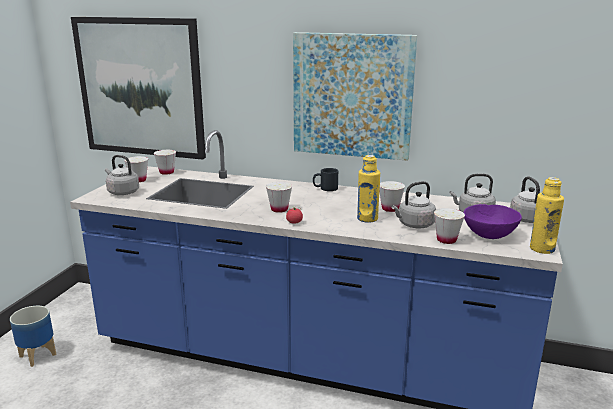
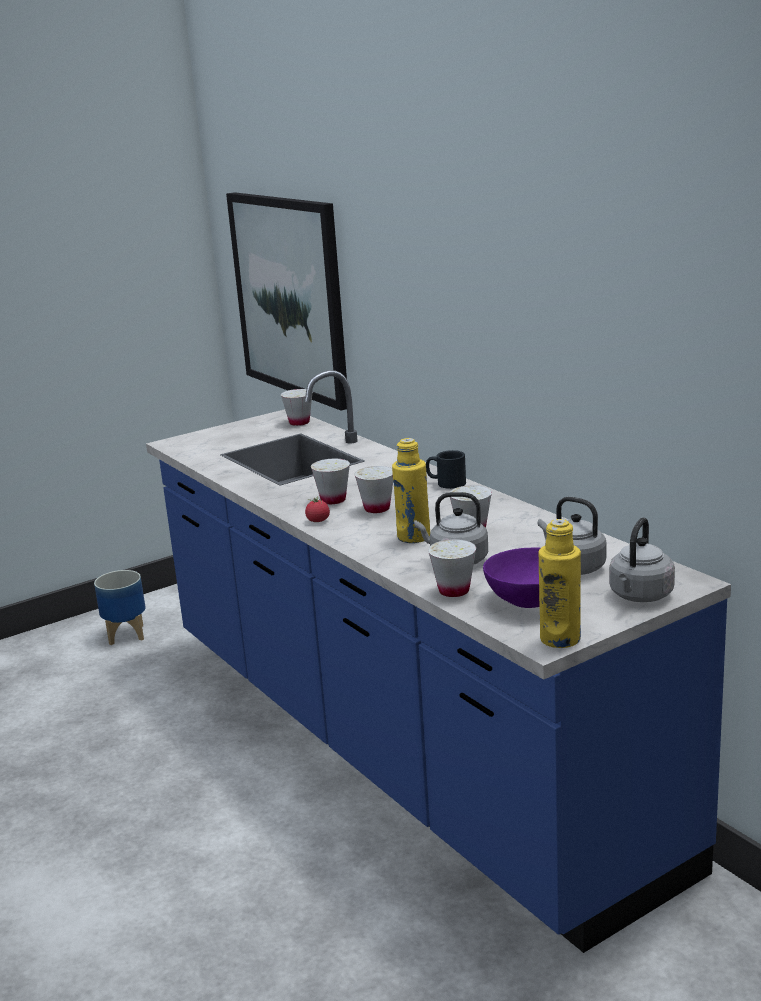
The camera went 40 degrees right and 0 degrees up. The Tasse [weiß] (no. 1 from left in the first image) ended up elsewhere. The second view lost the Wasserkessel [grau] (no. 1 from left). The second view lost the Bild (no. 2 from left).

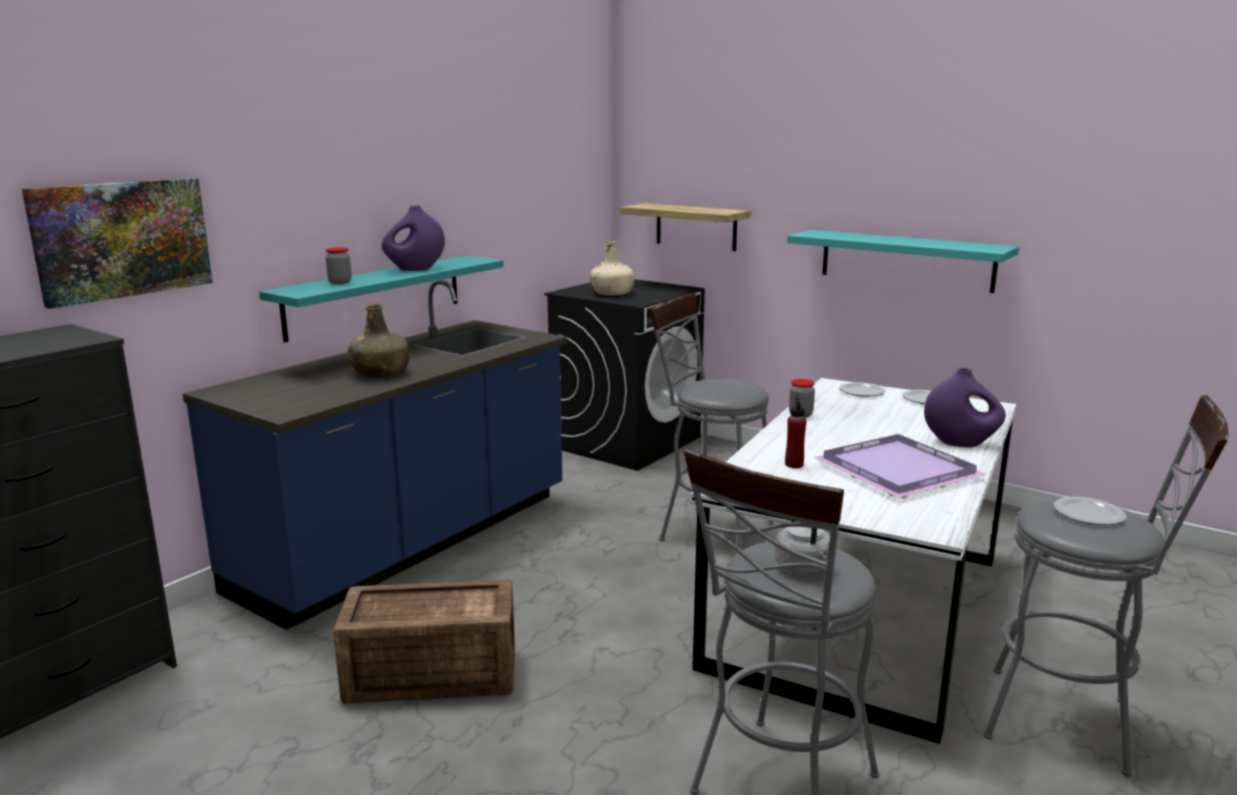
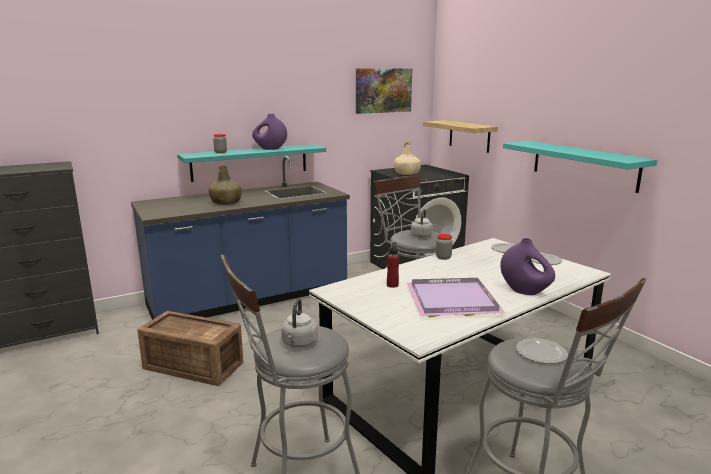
The camera went 25 degrees right and 0 degrees up. The Bild ended up elsewhere. The second view gained the Wasserkessel [grau] (no. 2 from left).

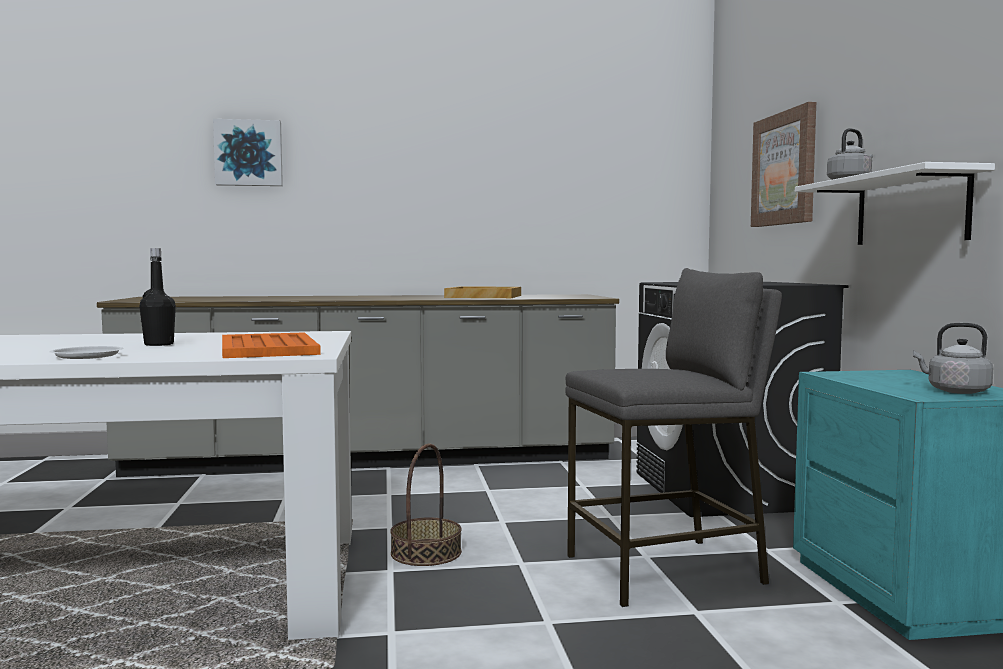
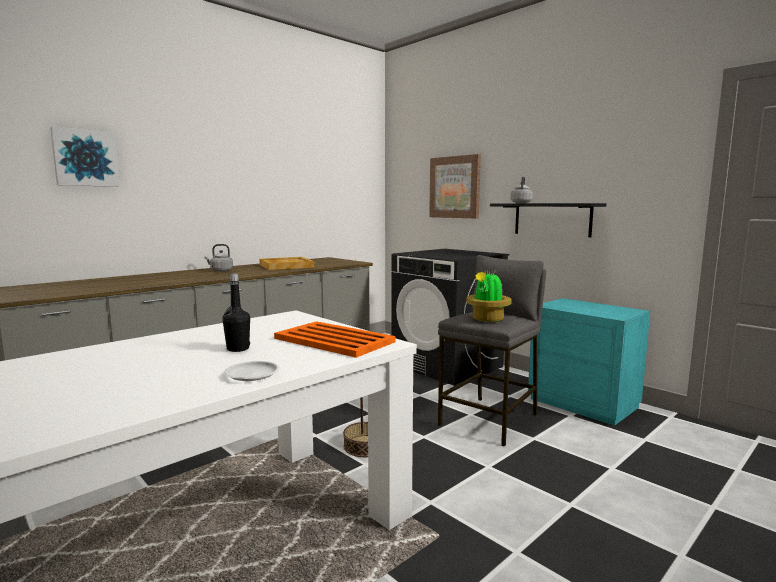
The camera went 35 degrees left and 5 degrees up. The Wasserkessel [grau] (no. 2 from left in the first image) ended up elsewhere. The second view gained the Topfpflanze. What was the Wandregal [weiß] turned into the Wandregal [schwarz].

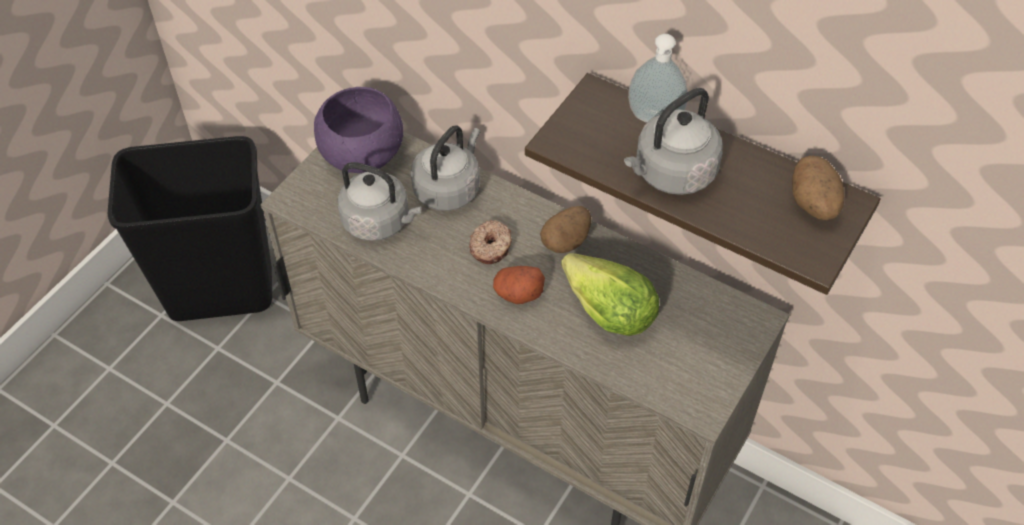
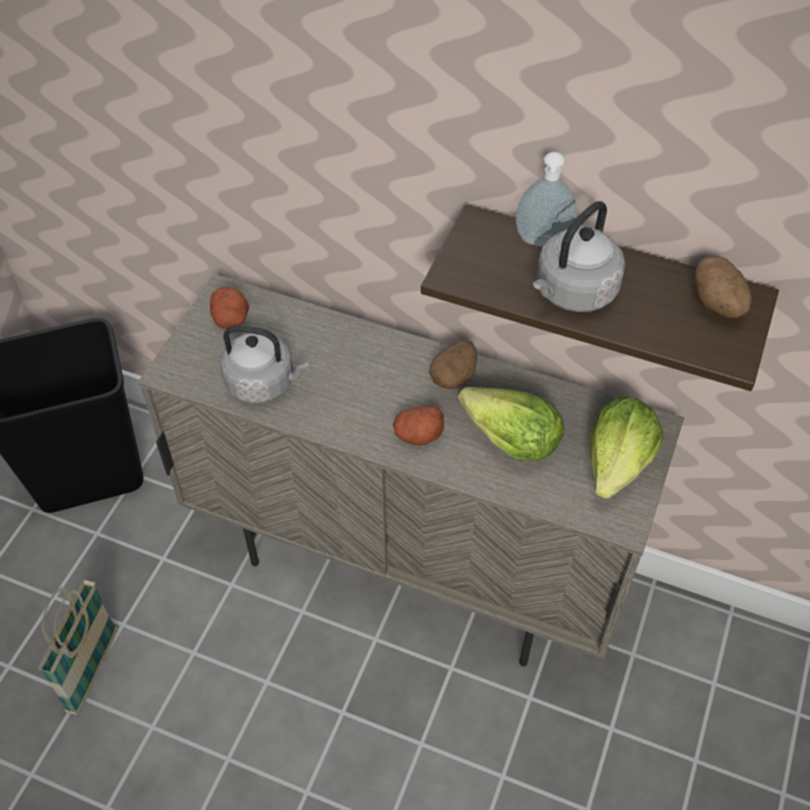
The camera went 10 degrees left and 0 degrees up. The second view gained the Korb. Where the Schüssel [lila] stood, the Kartoffel (no. 1 from left) came to stand. The second view gained the Salatkopf (no. 2 from left). The second view lost the Wasserkessel [grau] (no. 2 from left). The second view lost the Donut.

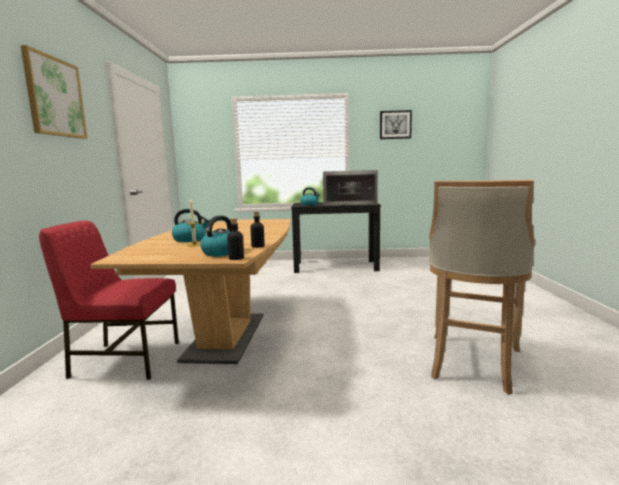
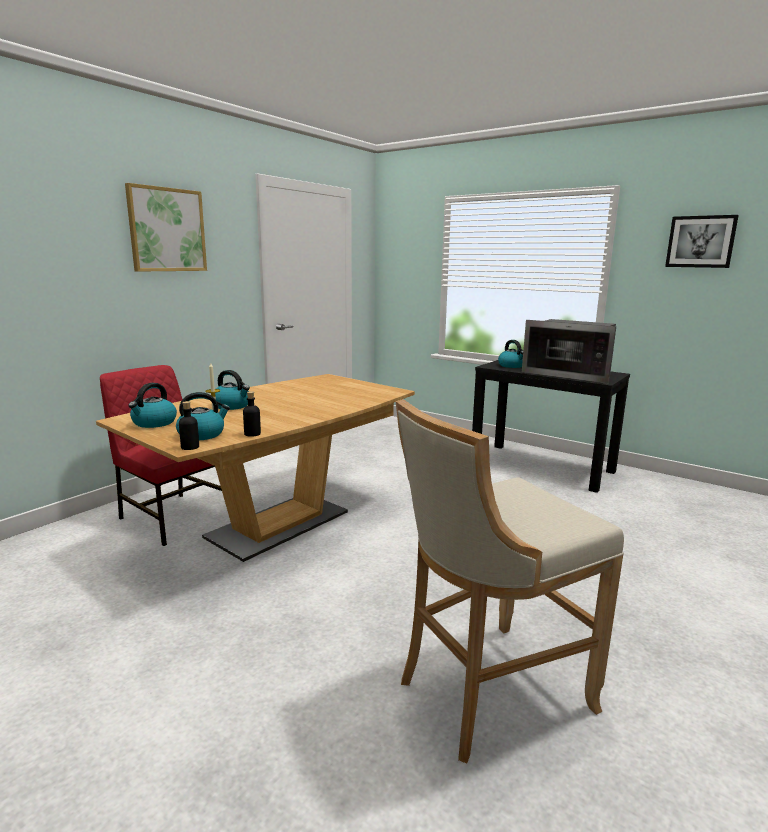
The camera went 35 degrees right and 5 degrees up. The second view gained the Wasserkessel (no. 1 from left).

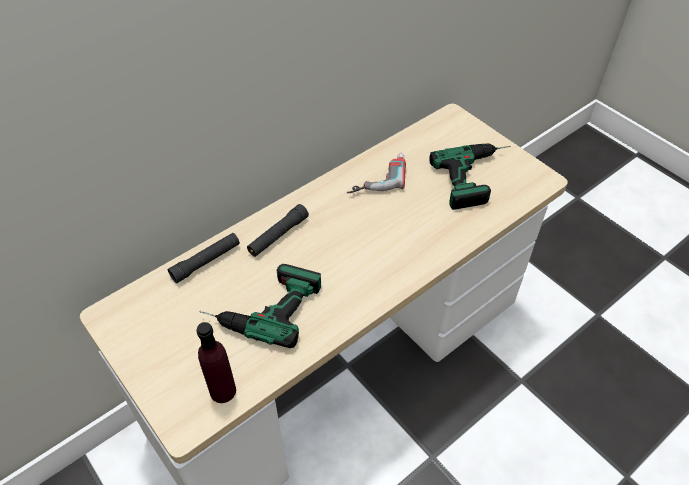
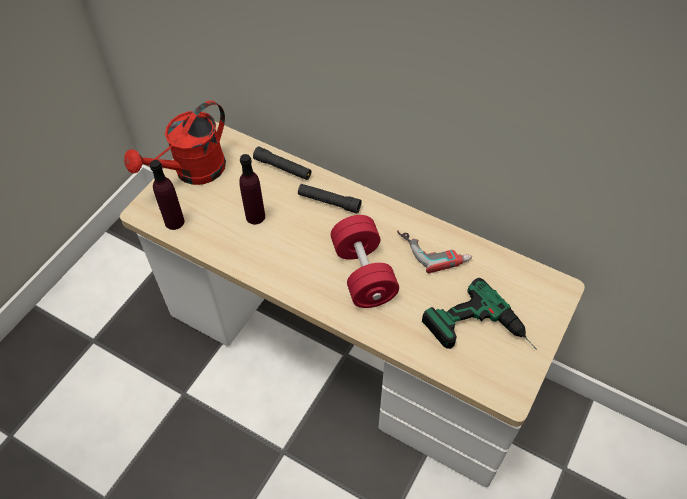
The camera went 70 degrees right and 5 degrees up. The second view gained the Gießkanne [rot]. Where the Bohrmaschine (no. 1 from left) stood, the Flasche [lila] (no. 2 from left) came to stand. The second view gained the Hantel [rot].

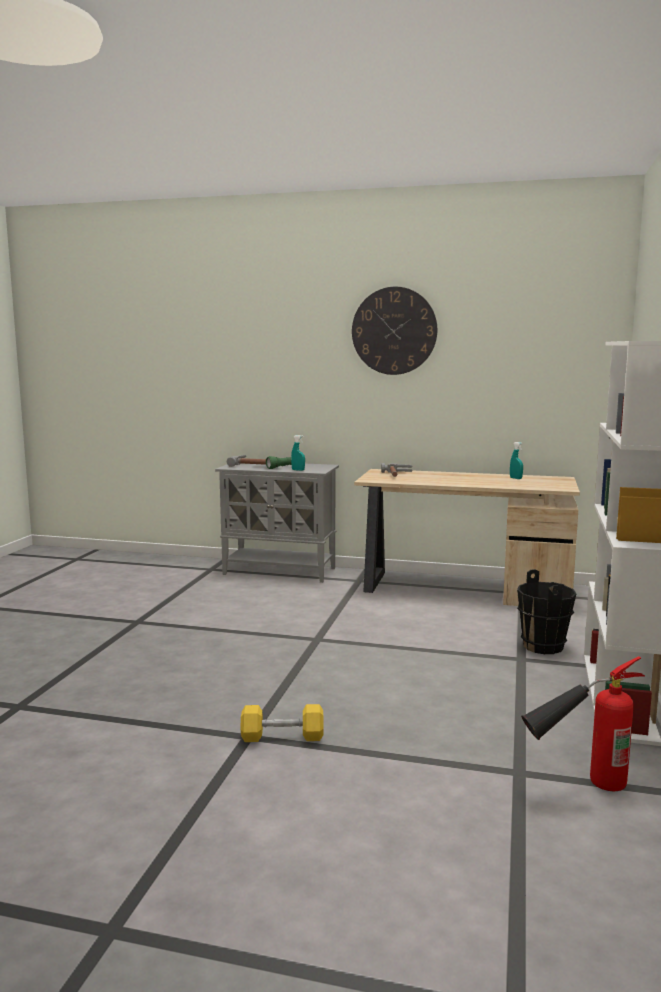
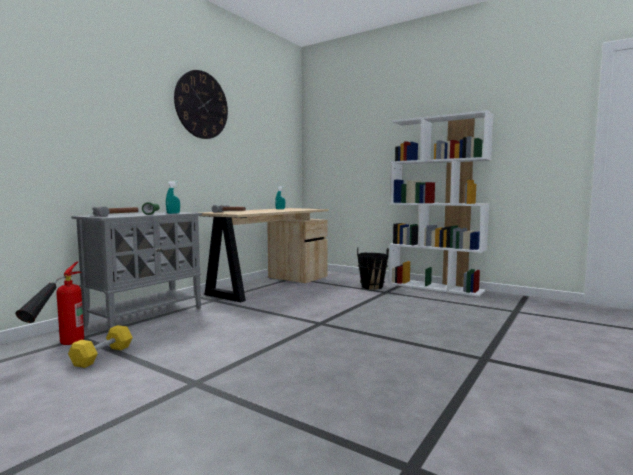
The camera went 70 degrees left and 5 degrees down. The Feuerlöscher ended up elsewhere. The Hantel [gelb] ended up elsewhere.

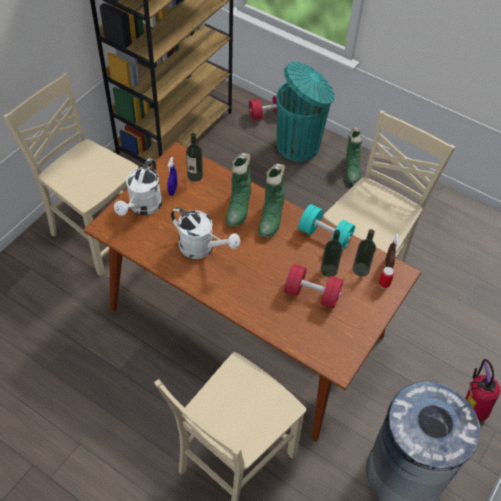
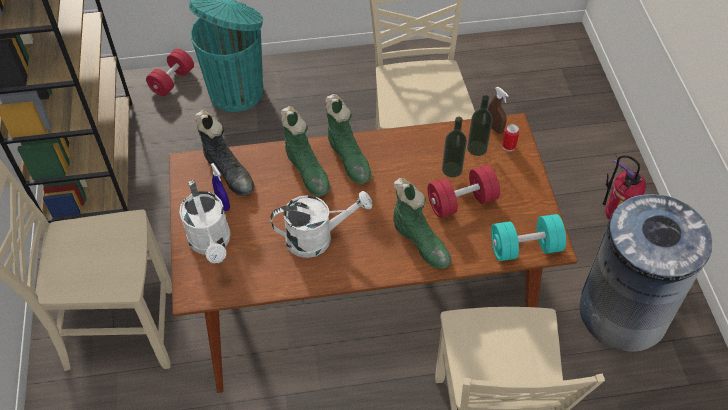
The camera went 40 degrees left and 0 degrees up. Where the Flasche (no. 1 from left) stood, the Stiefel [schwarz] came to stand. The Stiefel [grün] (no. 3 from left) ended up elsewhere. The Hantel [türkis] ended up elsewhere.

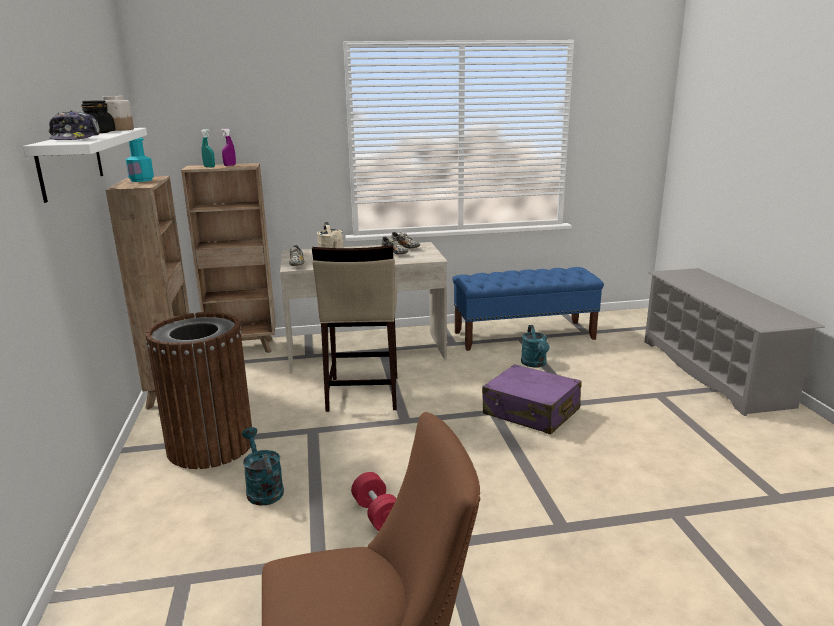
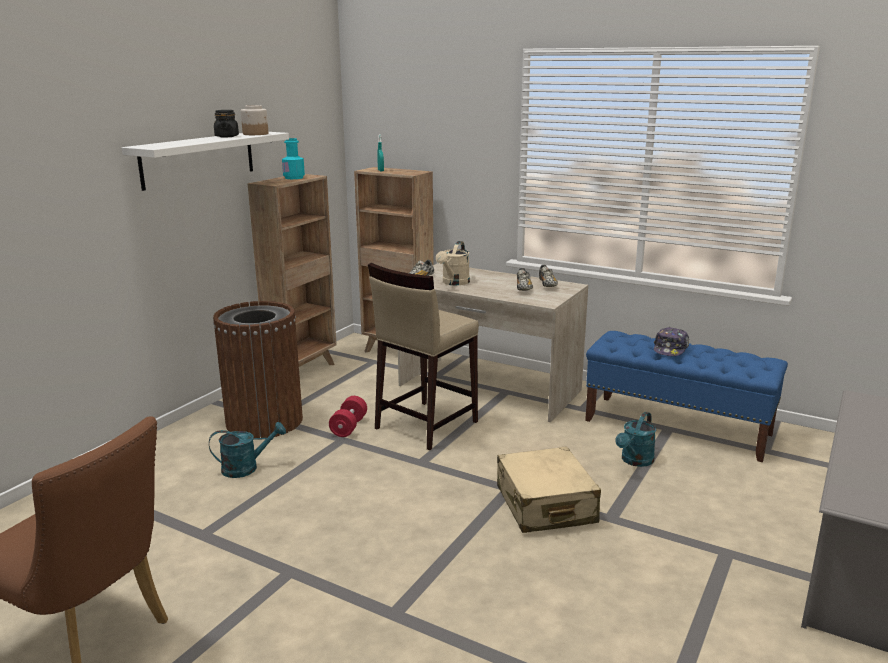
The camera went 40 degrees right and 0 degrees up. The Gießkanne [türkis] (no. 1 from left) ended up facing another way, 60 degrees clockwise from before. The Hantel [rot] ended up elsewhere. What was the Koffer [lila] turned into the Koffer [beige]. The Kappe ended up elsewhere. The second view lost the Sprühflasche [lila].

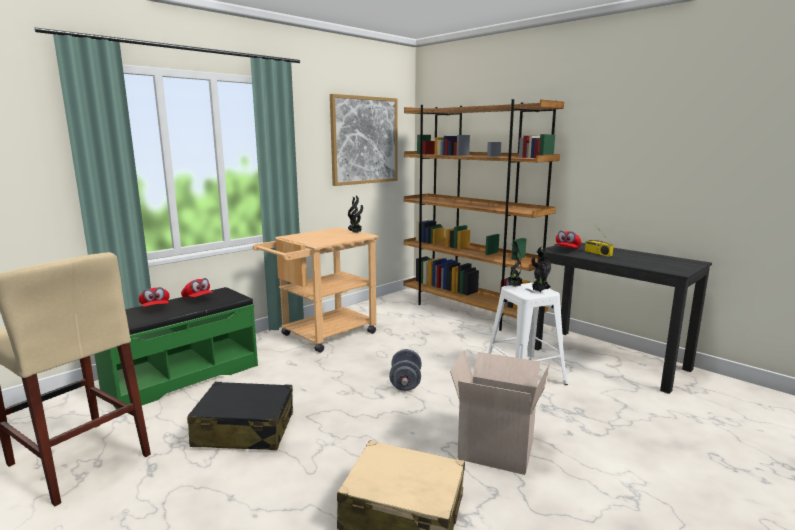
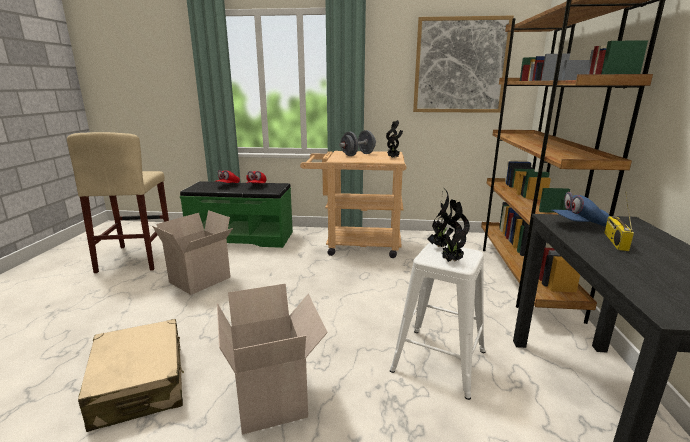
The camera went 50 degrees right and 5 degrees up. Where the Koffer [schwarz] stood, the Karton (no. 1 from left) came to stand. The Hantel [grau] ended up elsewhere. What was the Kappe [rot] (no. 3 from left) turned into the Kappe [blau].

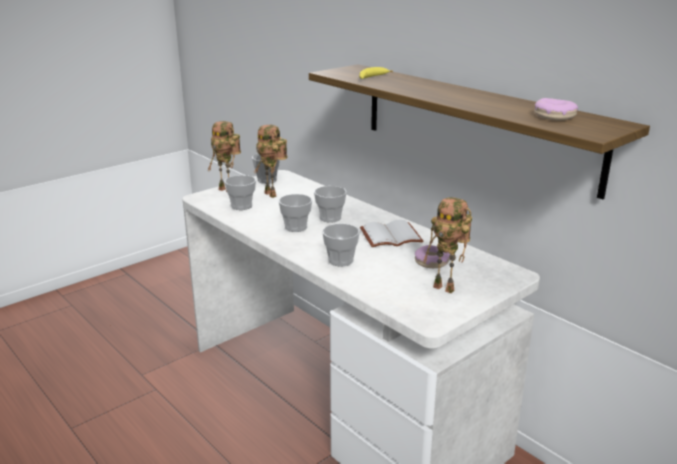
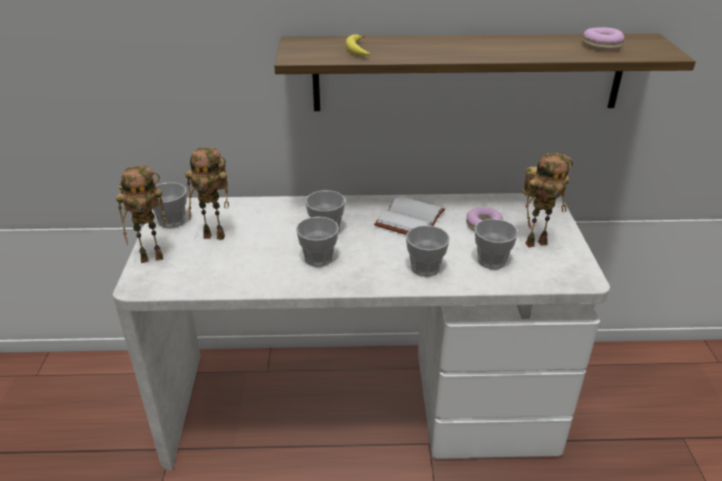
The camera went 50 degrees left and 10 degrees up. The Tasse (no. 1 from left in the first image) ended up elsewhere.

